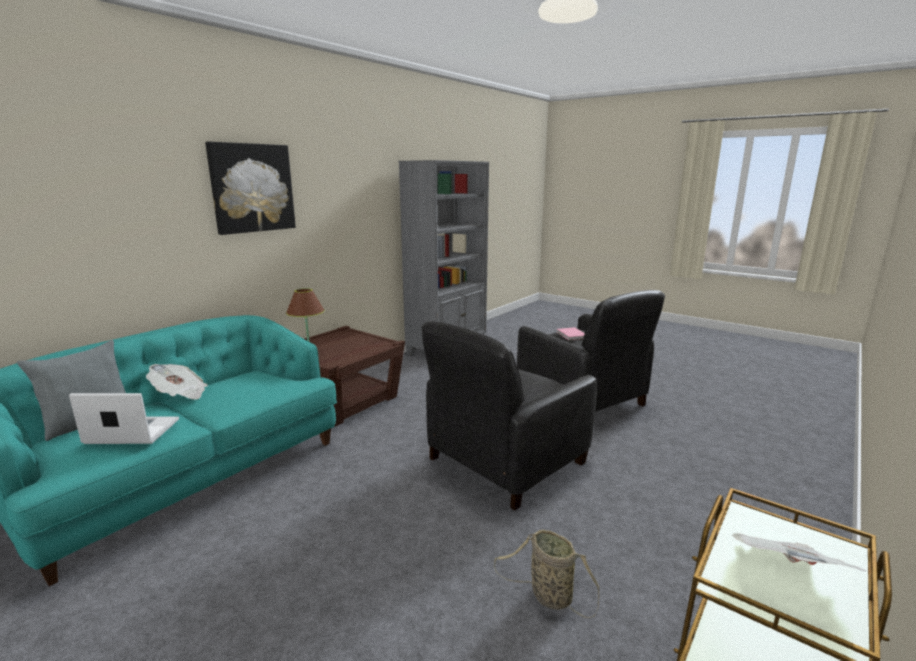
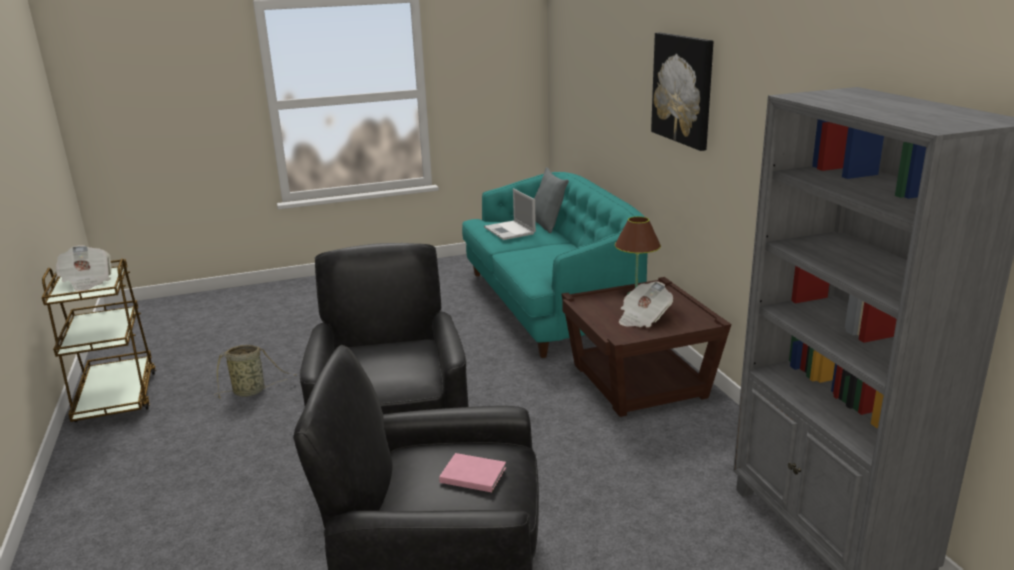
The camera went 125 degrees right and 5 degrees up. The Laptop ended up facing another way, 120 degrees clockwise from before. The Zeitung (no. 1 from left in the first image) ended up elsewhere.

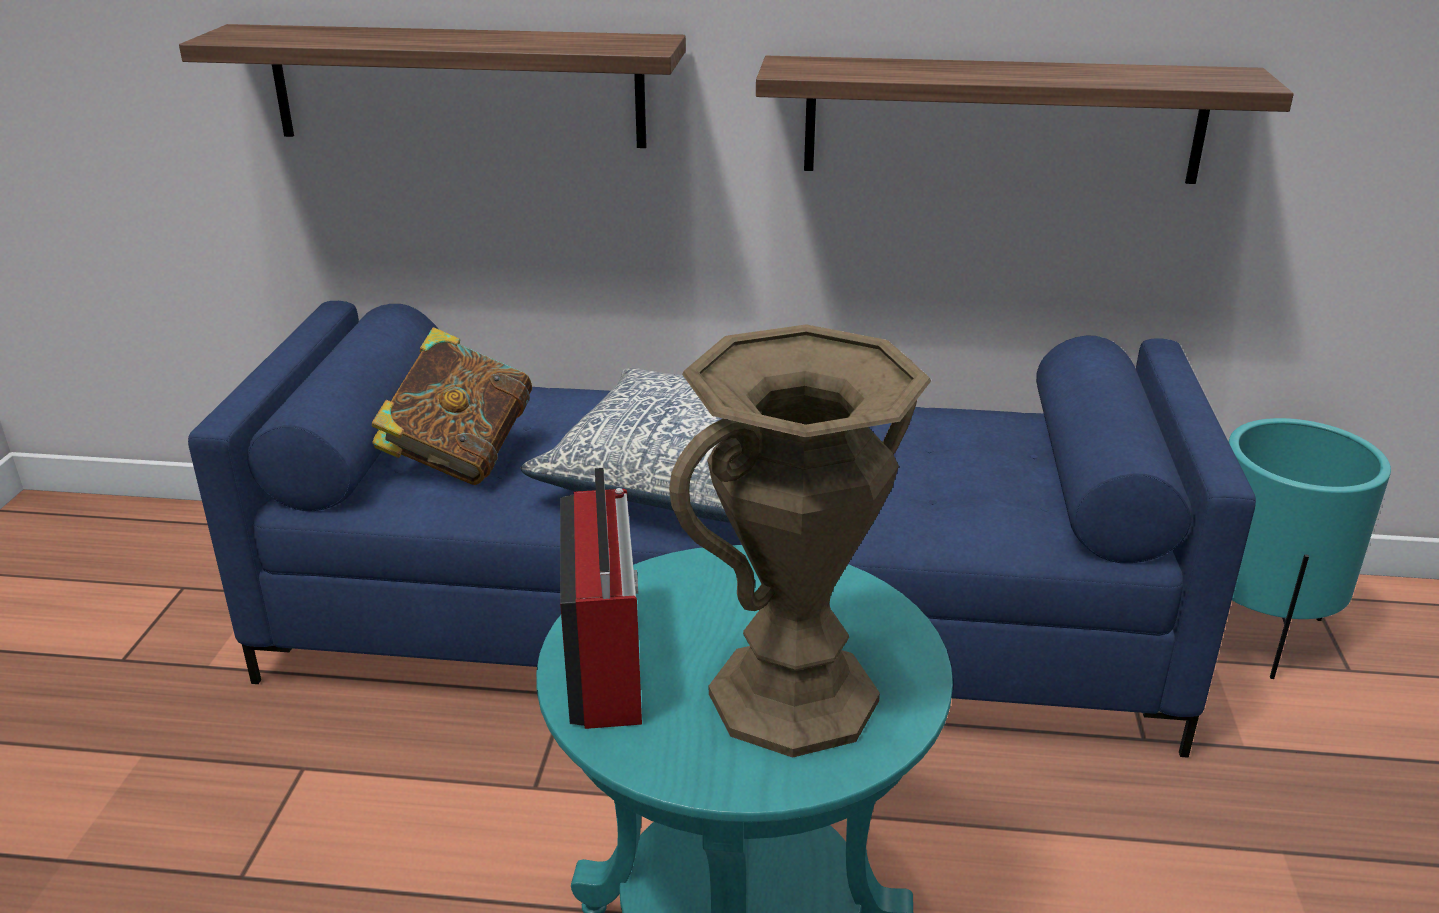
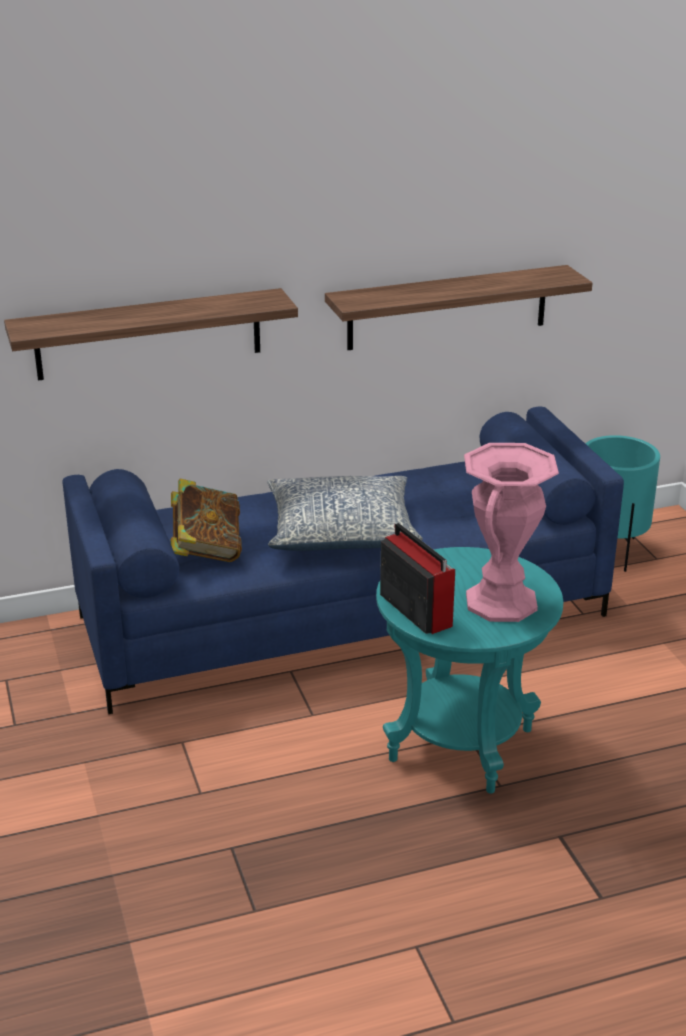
The camera went 25 degrees left and 0 degrees up. What was the Vase [braun] turned into the Vase [rosa].

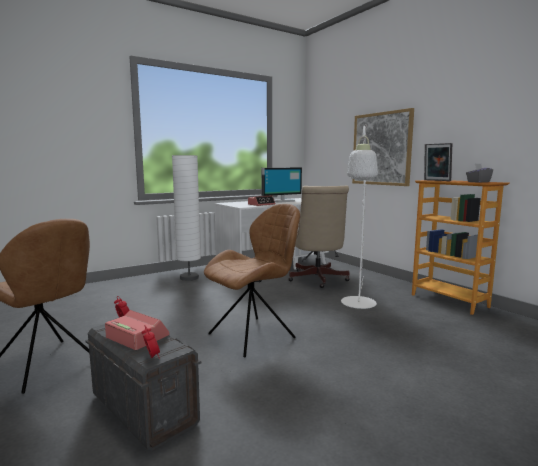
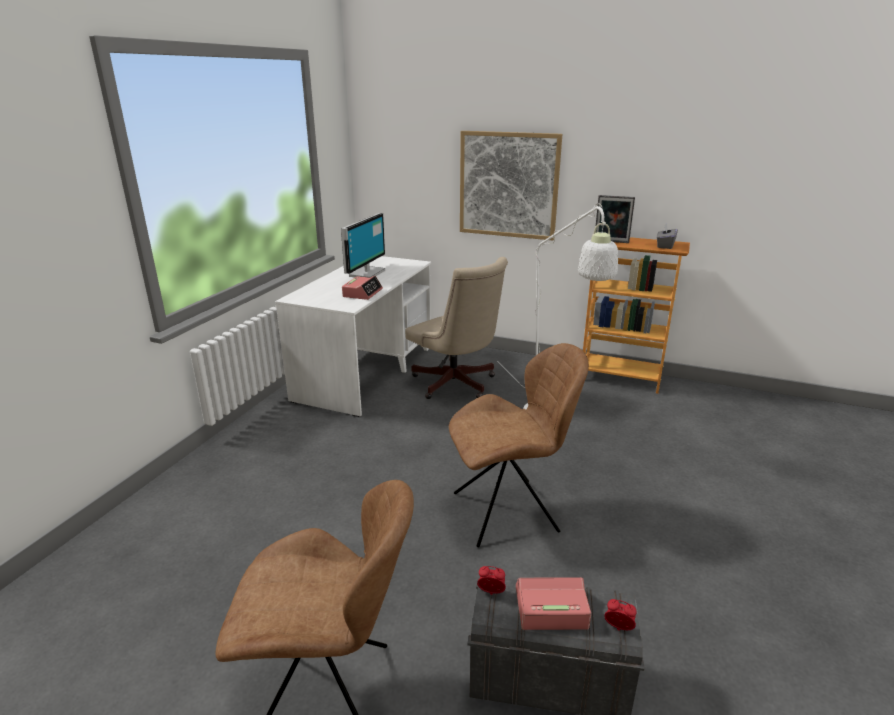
The camera went 35 degrees left and 15 degrees up. The Stuhl [braun] (no. 2 from left) ended up facing another way, 60 degrees clockwise from before. The second view lost the Stehlampe [weiß] (no. 1 from left).

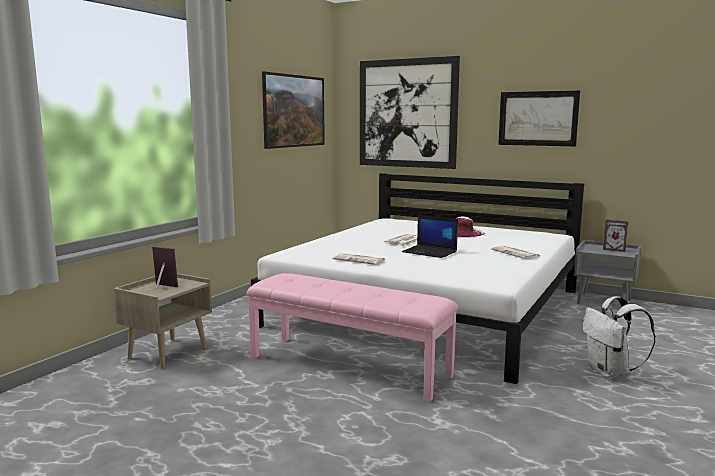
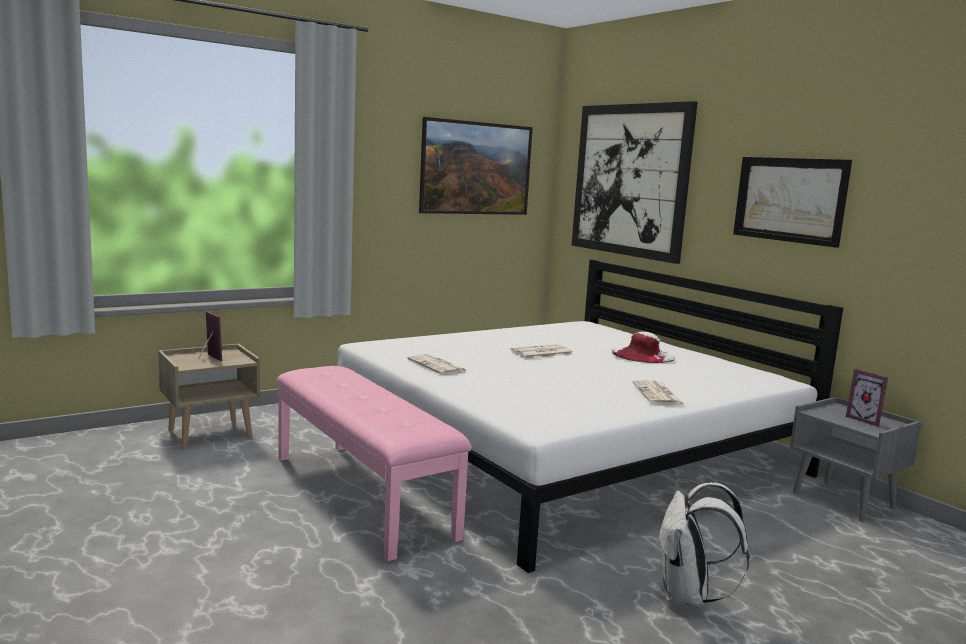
The camera went 25 degrees right and 0 degrees up. The second view lost the Laptop.

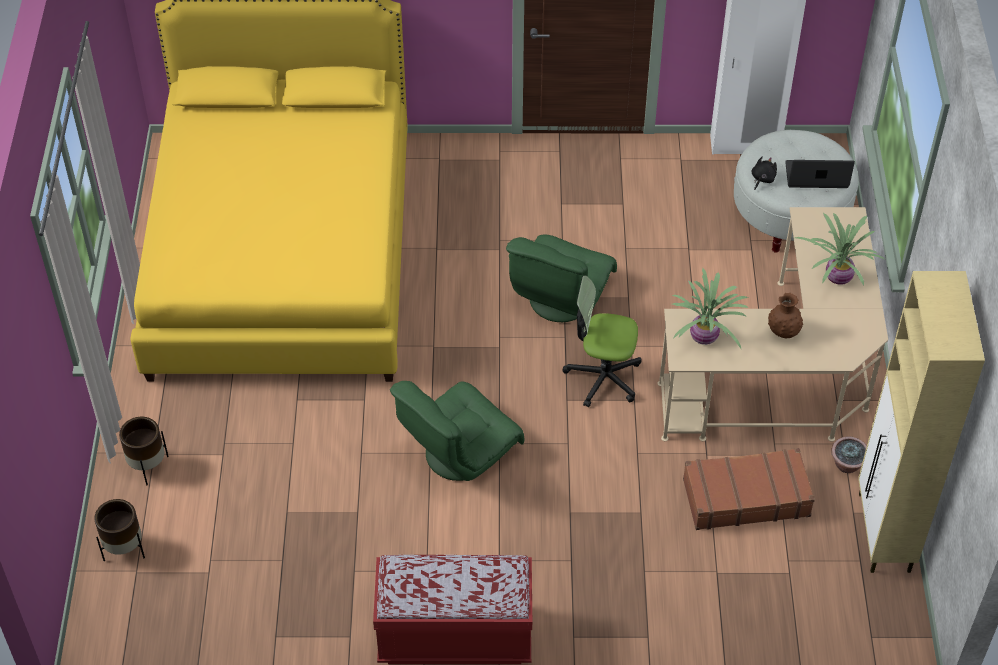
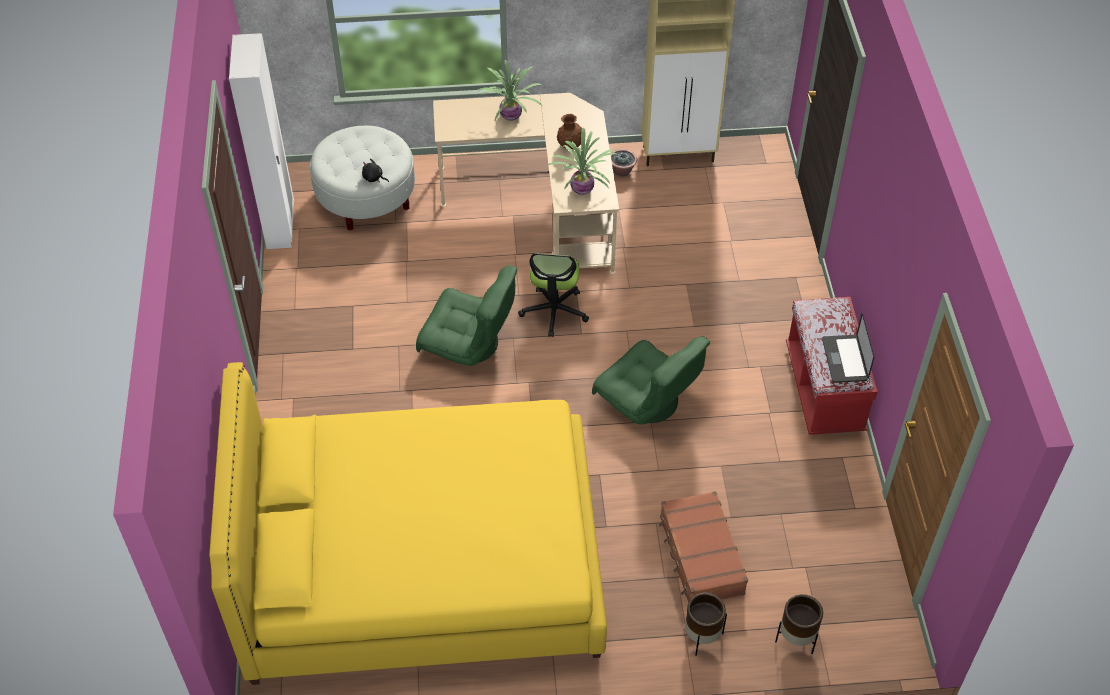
The camera went 95 degrees left and 0 degrees up. The Koffer [braun] ended up elsewhere. The Laptop ended up elsewhere.

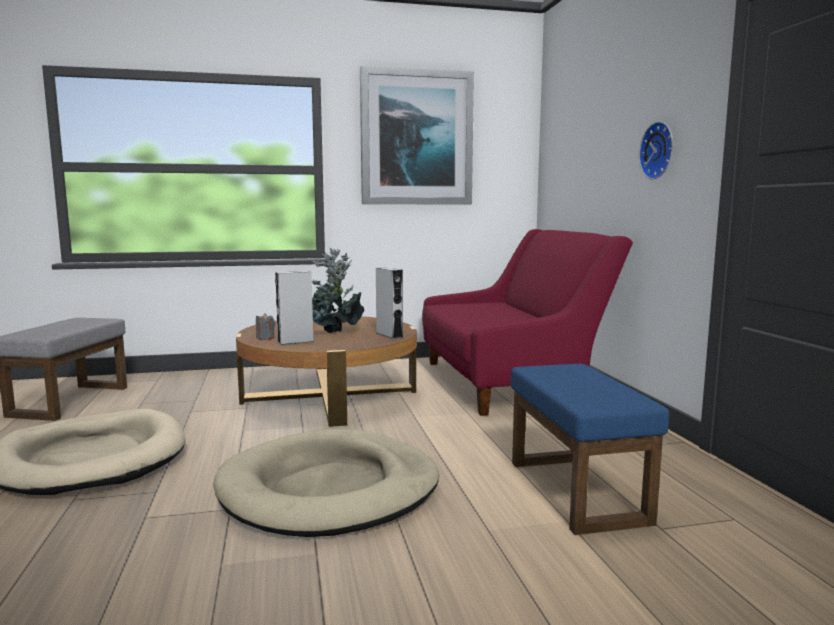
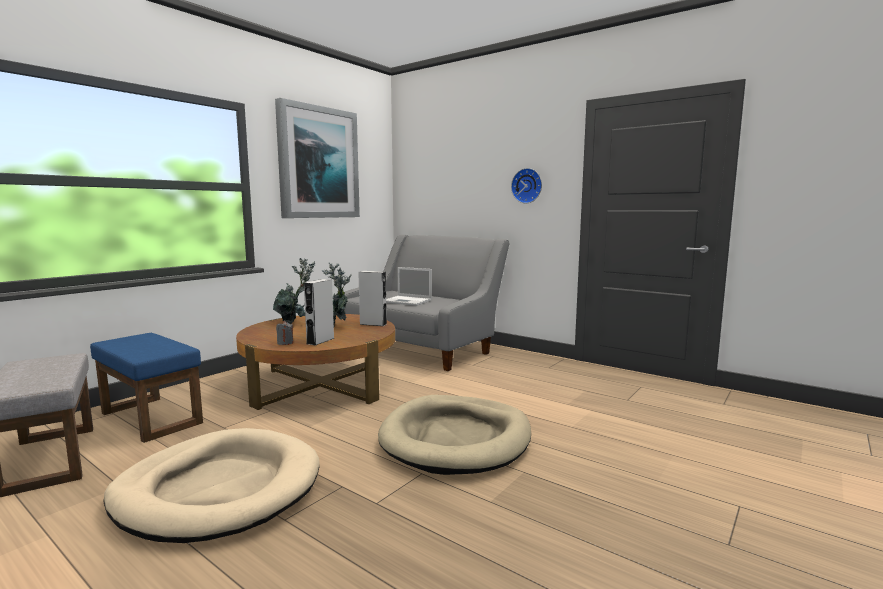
The camera went 40 degrees left and 0 degrees up. The Polsterhocker [blau] ended up elsewhere. What was the Sofa [rot] turned into the Sofa [grau]. The second view gained the Laptop.

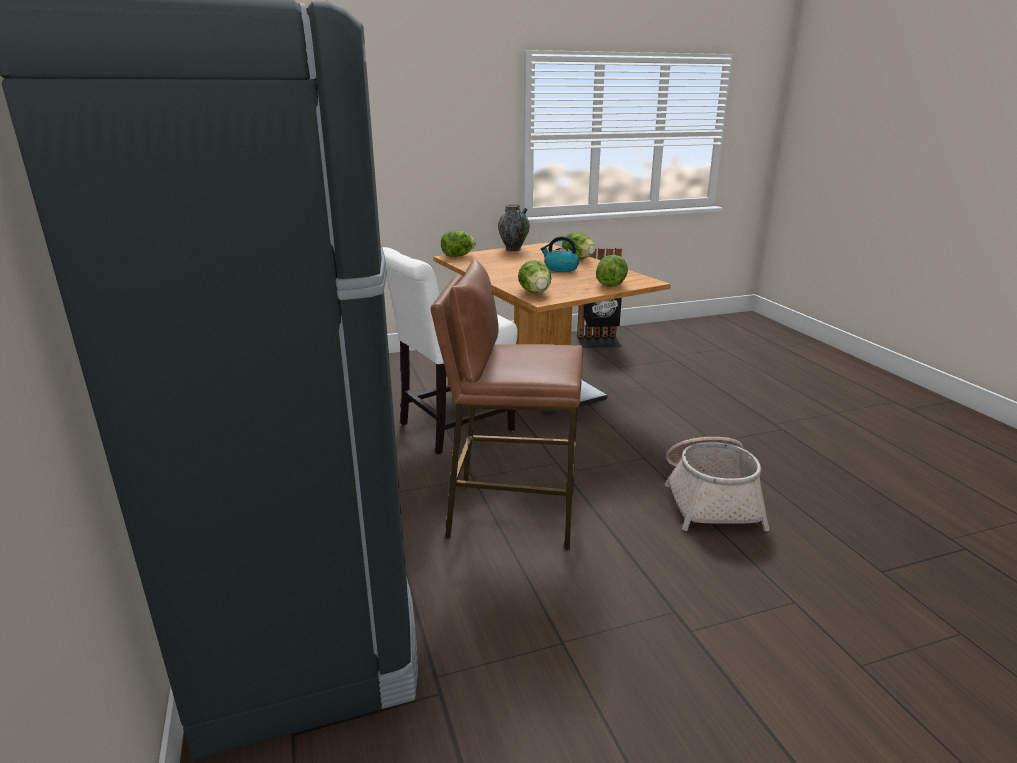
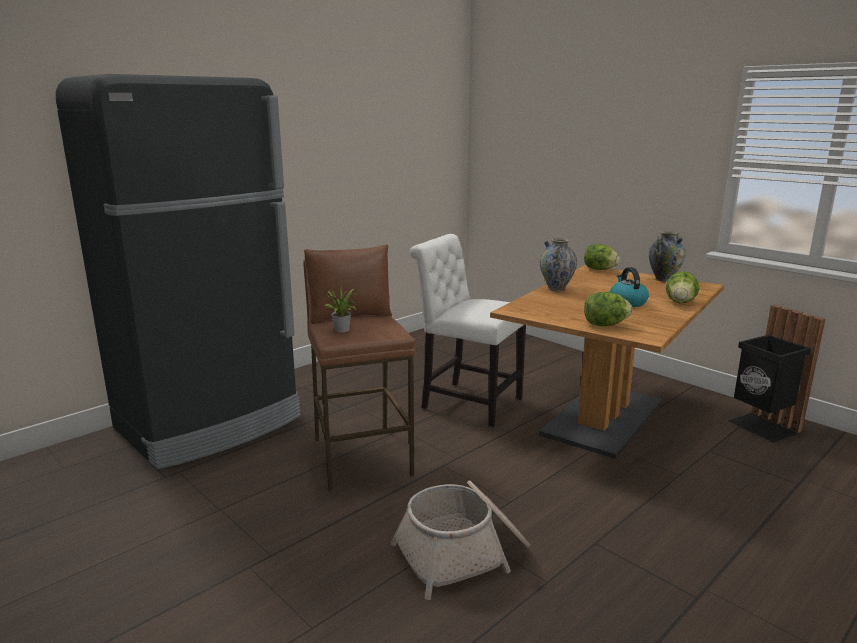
The camera went 65 degrees right and 5 degrees down. The second view gained the Topfpflanze. The second view gained the Vase (no. 1 from left). The second view lost the Salatkopf (no. 2 from left).

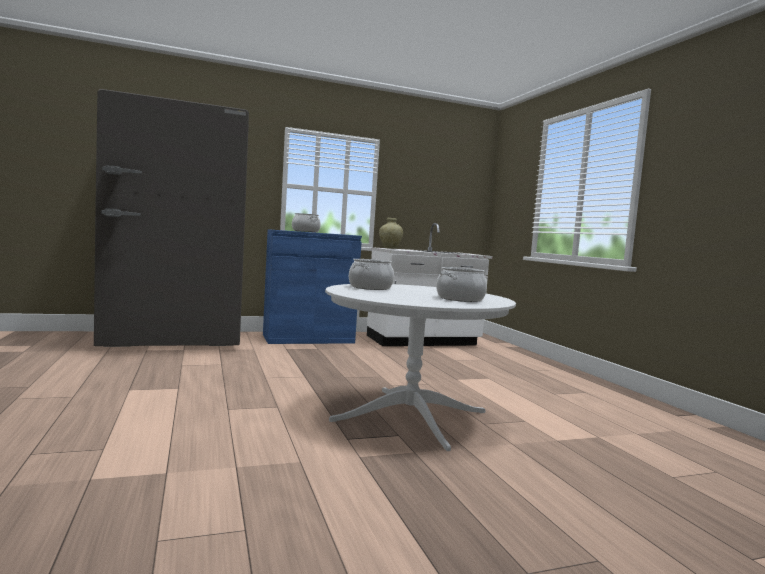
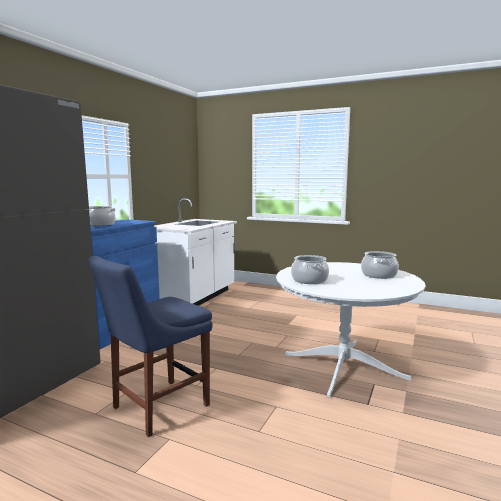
The camera went 45 degrees left and 5 degrees up. The second view gained the Stuhl [blau]. The second view lost the Vase [beige].

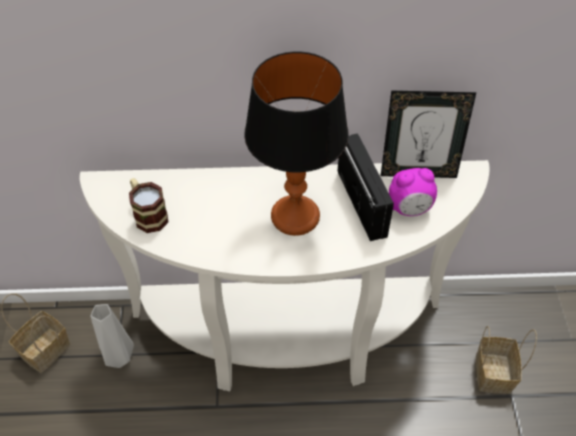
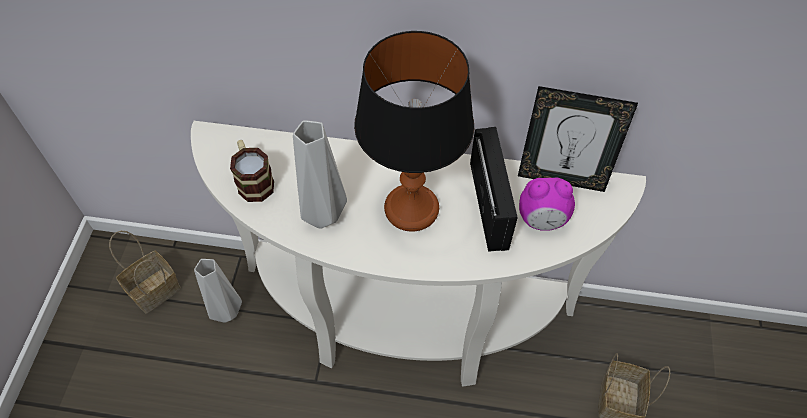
The camera went 10 degrees right and 5 degrees up. The second view gained the Vase [grau] (no. 2 from left).

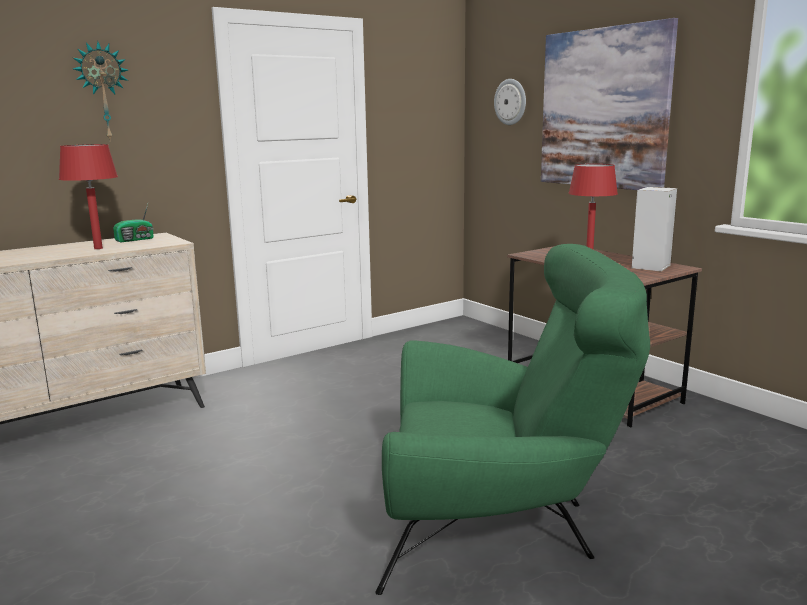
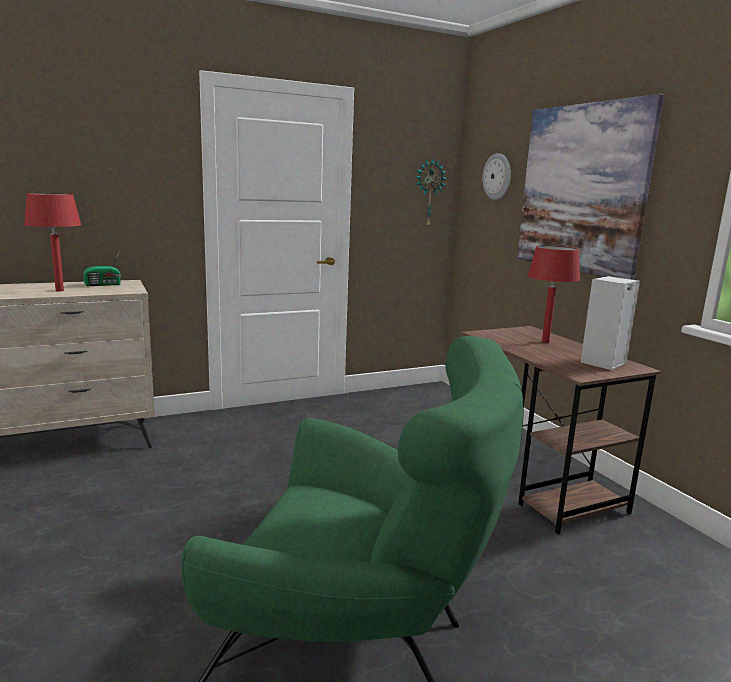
The camera went 10 degrees right and 0 degrees up. The Wanduhr (no. 1 from left) ended up elsewhere.

